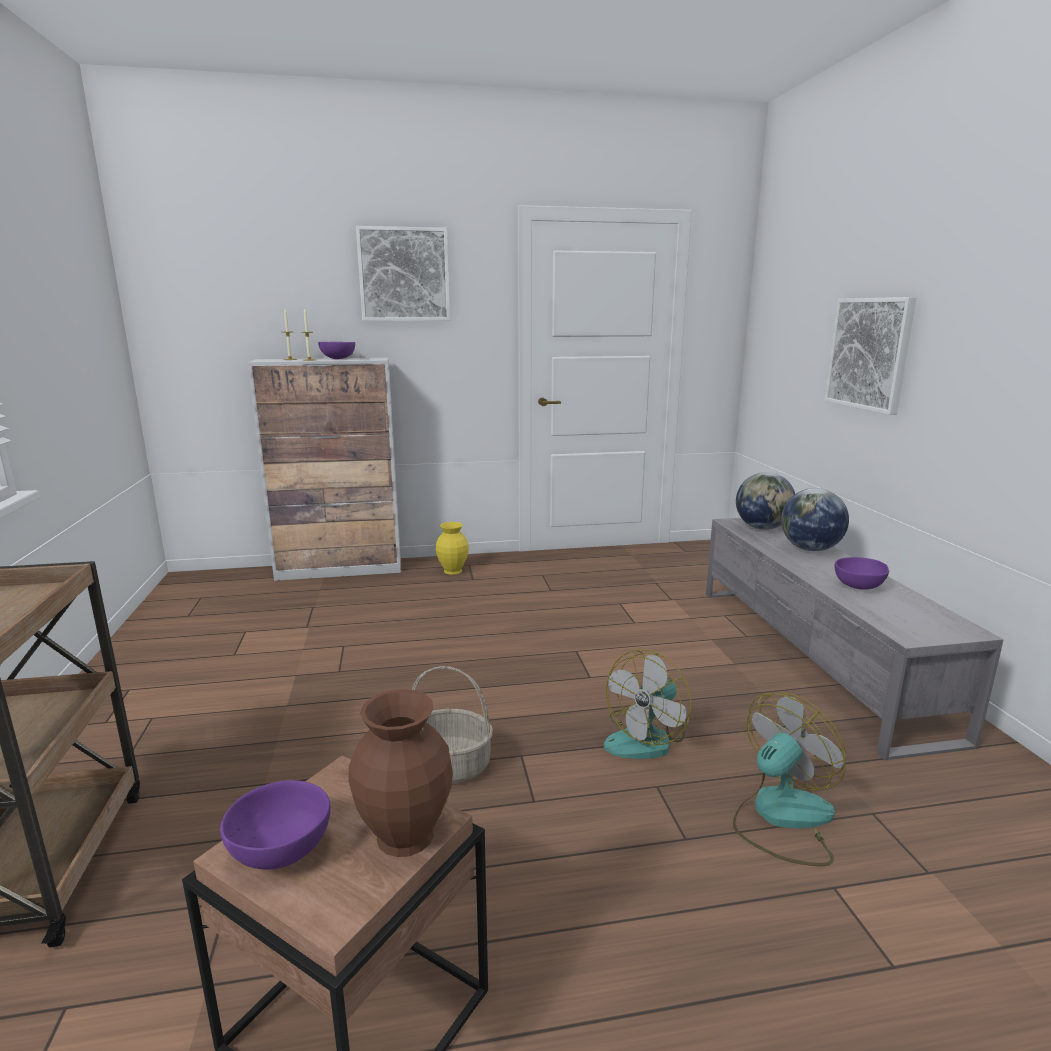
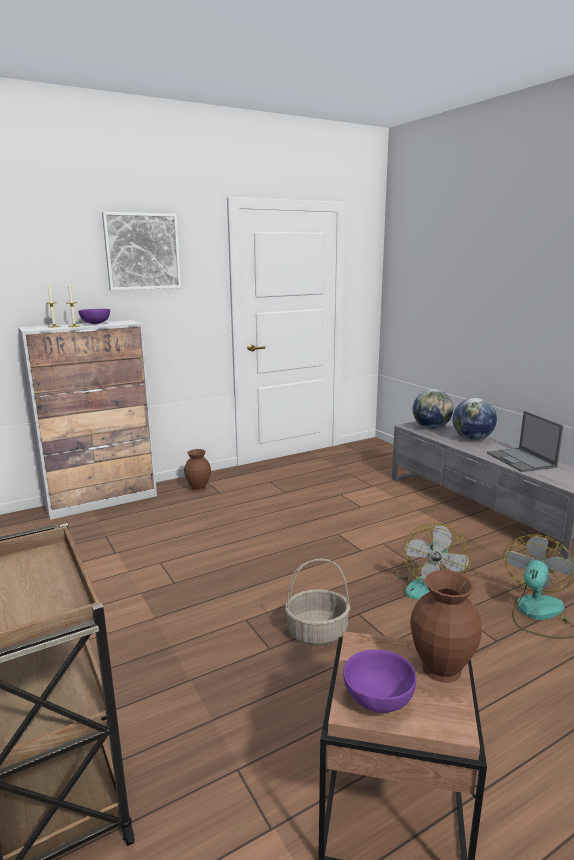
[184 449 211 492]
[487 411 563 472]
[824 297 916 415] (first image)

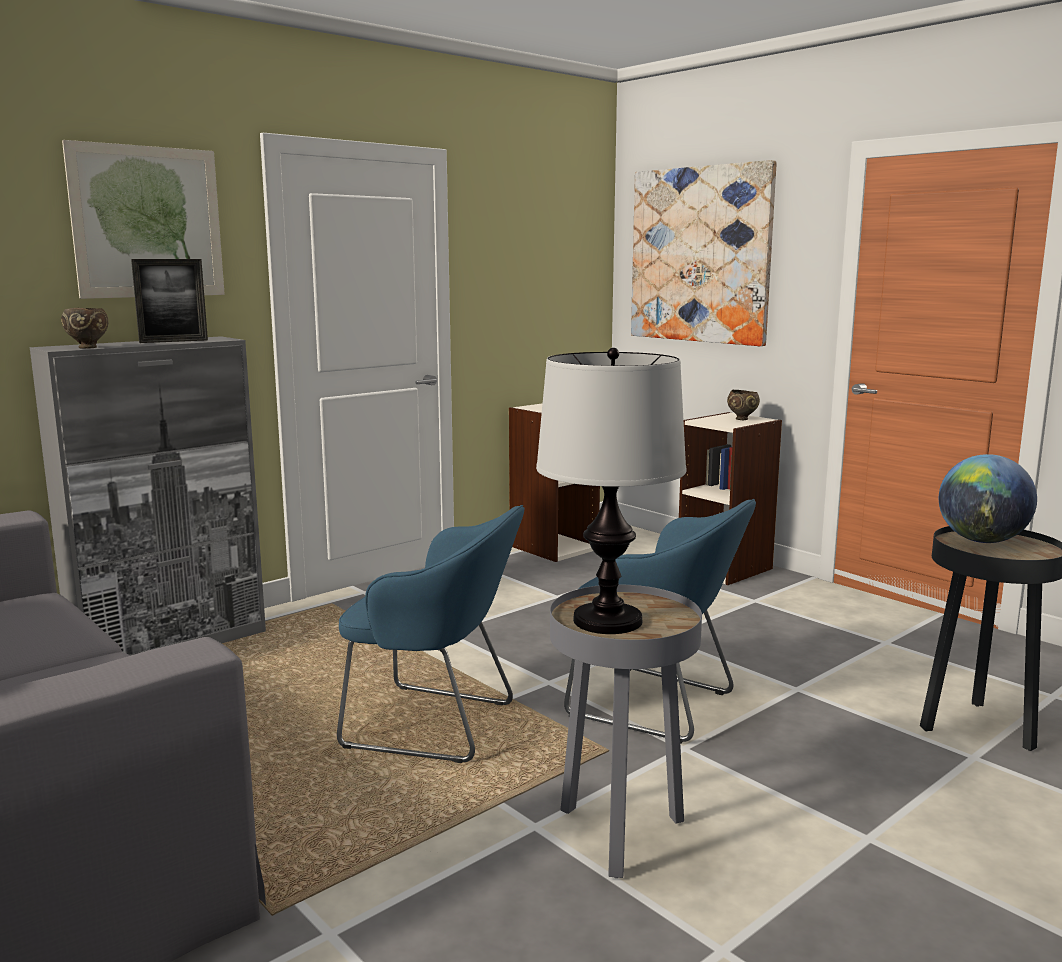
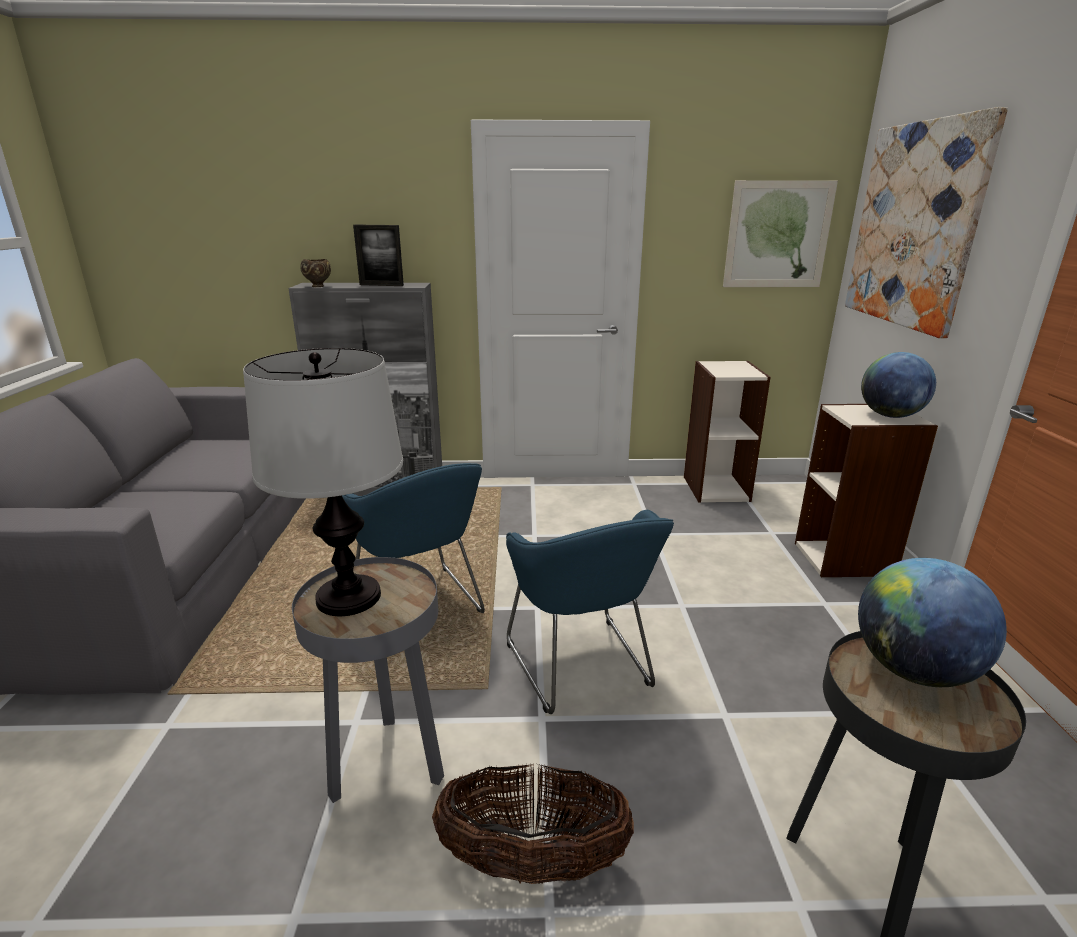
[432 764 634 884]
[723 180 838 287]
[861 352 936 418]

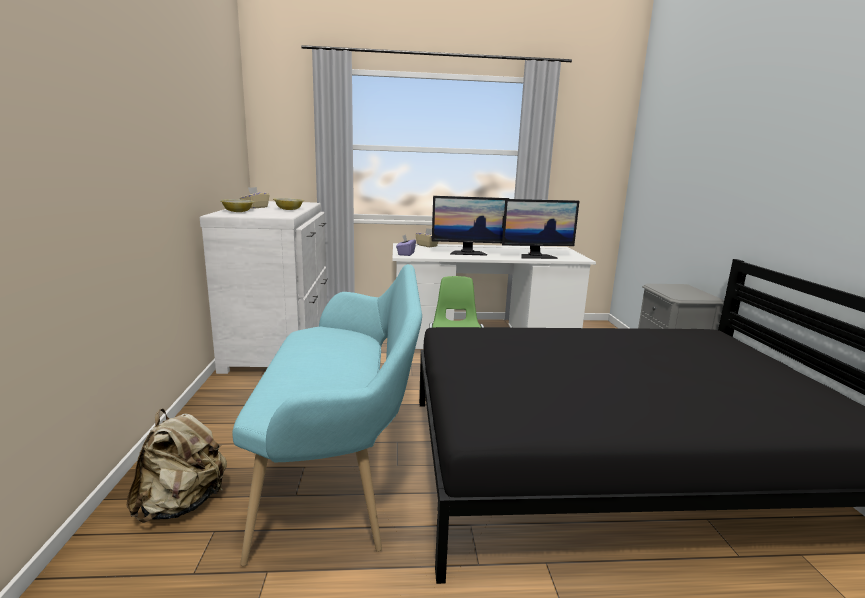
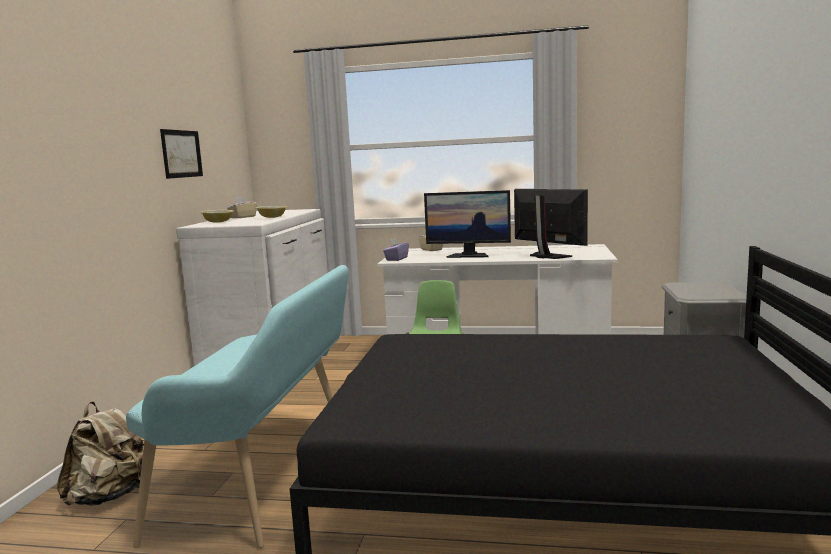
[160 129 203 179]
[514 189 588 259]

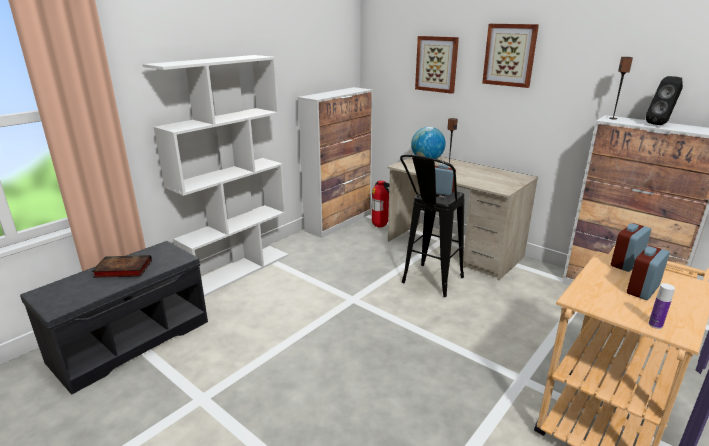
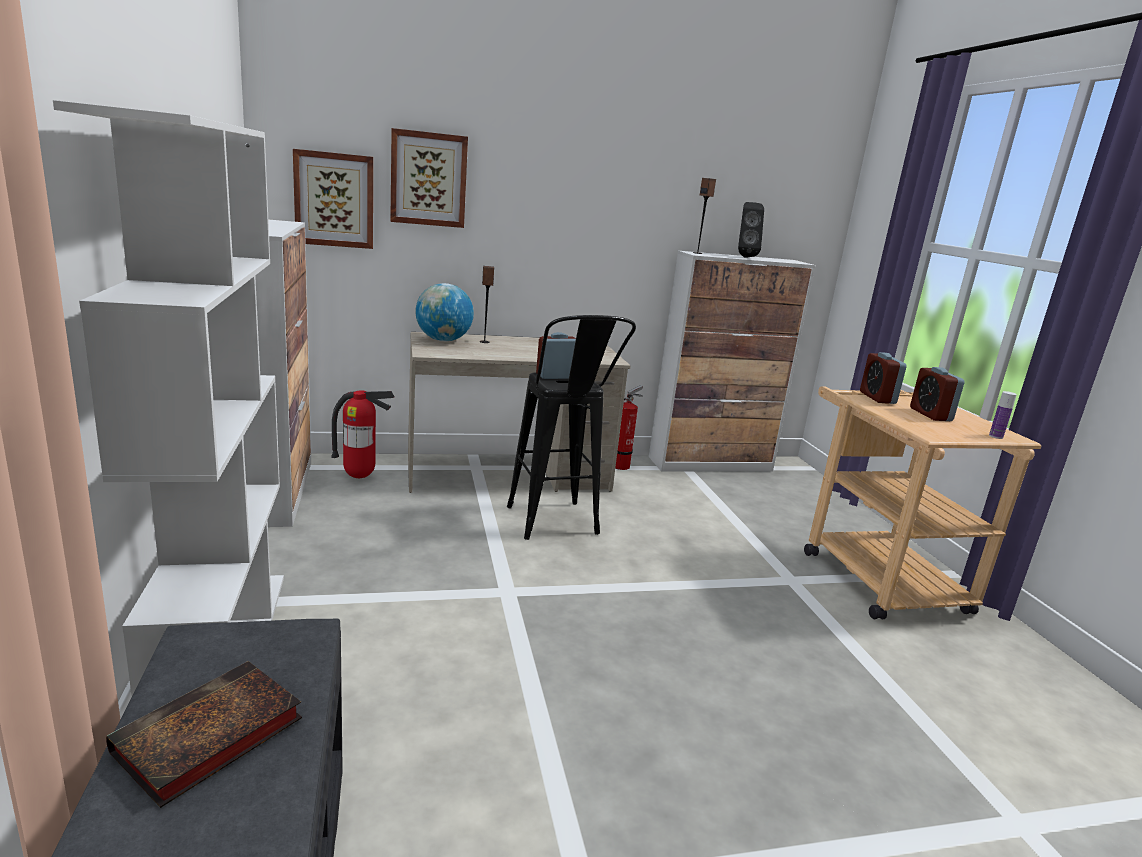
[293 149 373 249]
[615 385 643 470]

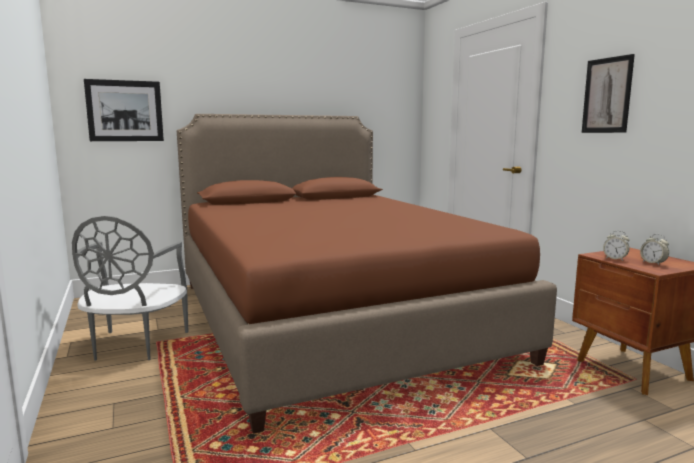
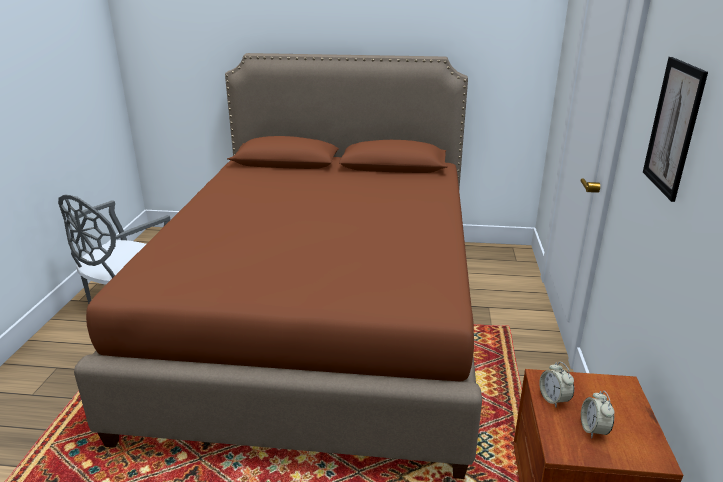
[84 79 164 141] (first image)

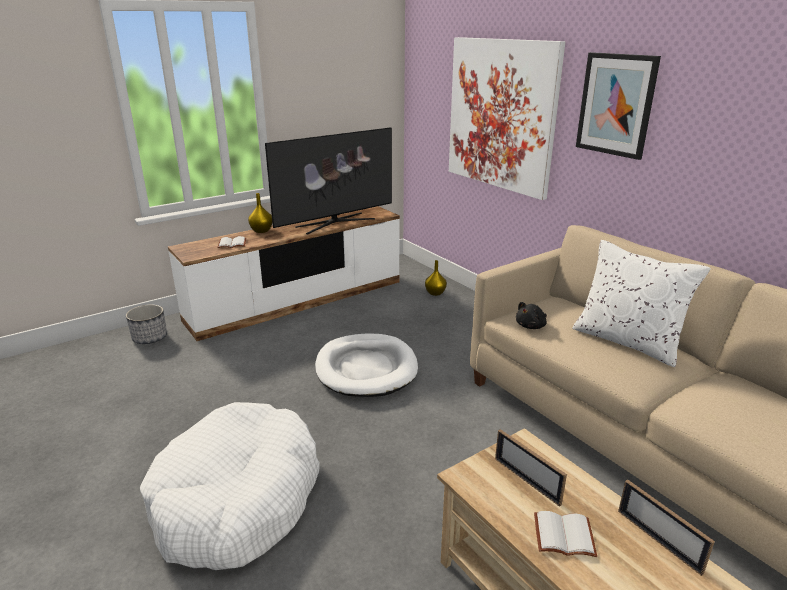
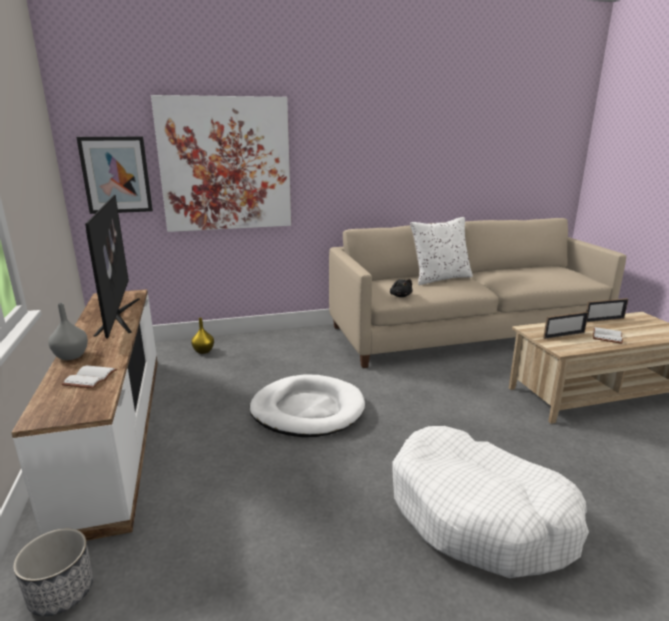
[49 303 88 360]
[76 136 153 214]

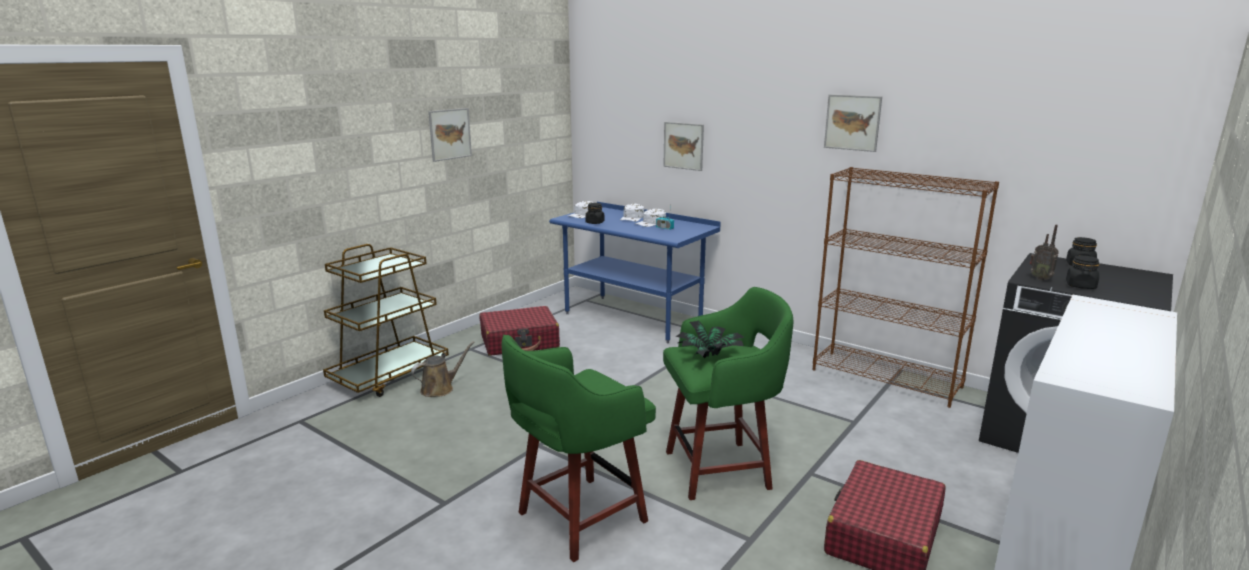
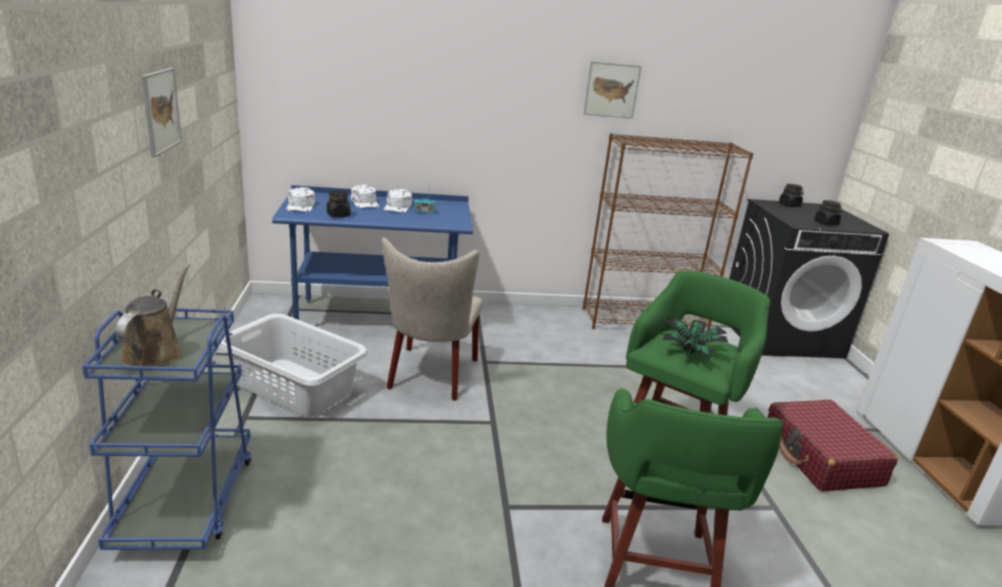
[82 308 252 550]
[116 264 190 367]
[219 314 368 417]
[382 237 483 401]
[663 122 704 171] (first image)
[1030 225 1059 280] (first image)

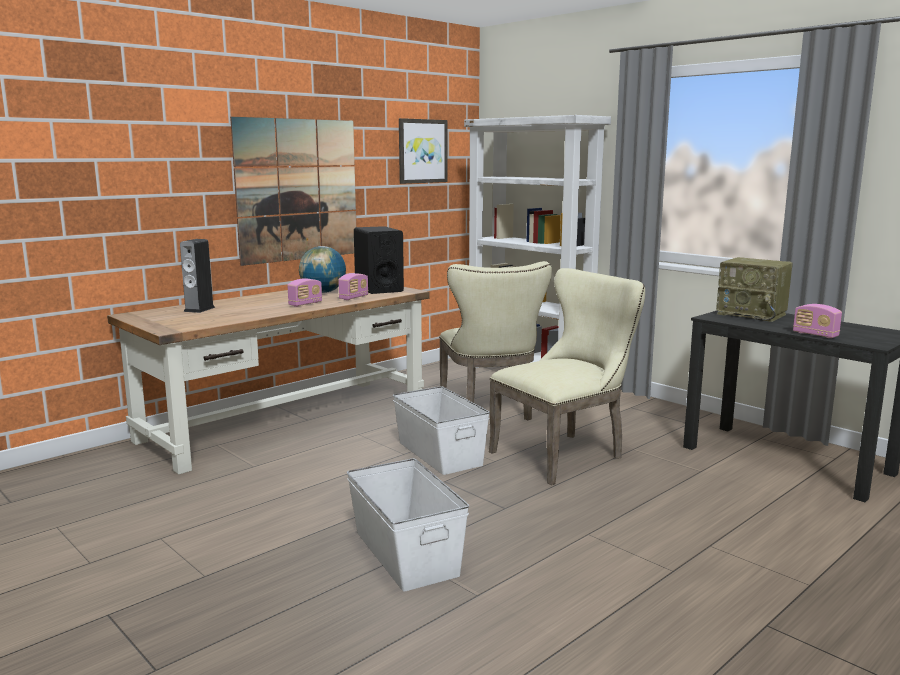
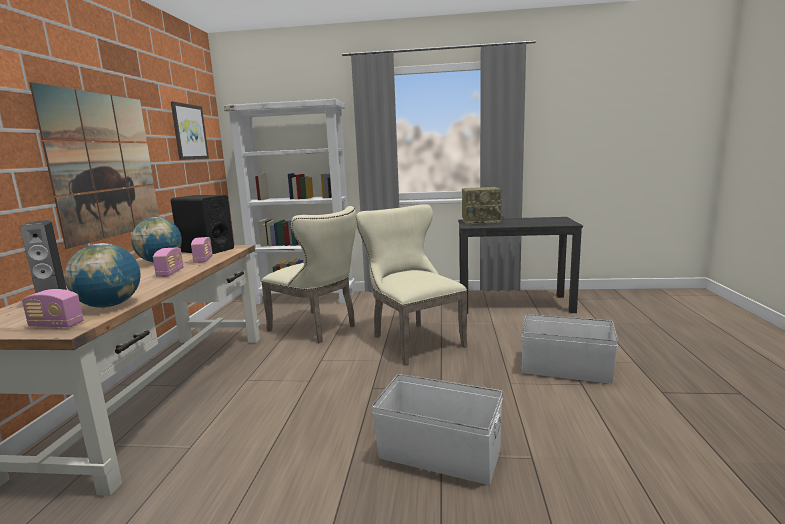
[22 289 83 328]
[64 243 141 308]
[356 204 467 365]
[522 314 618 384]

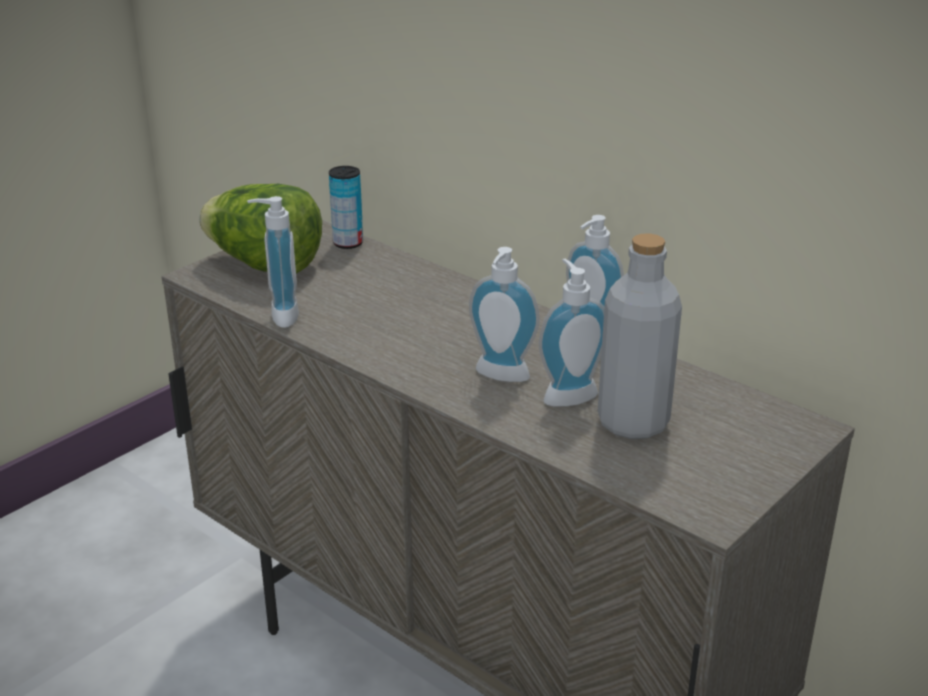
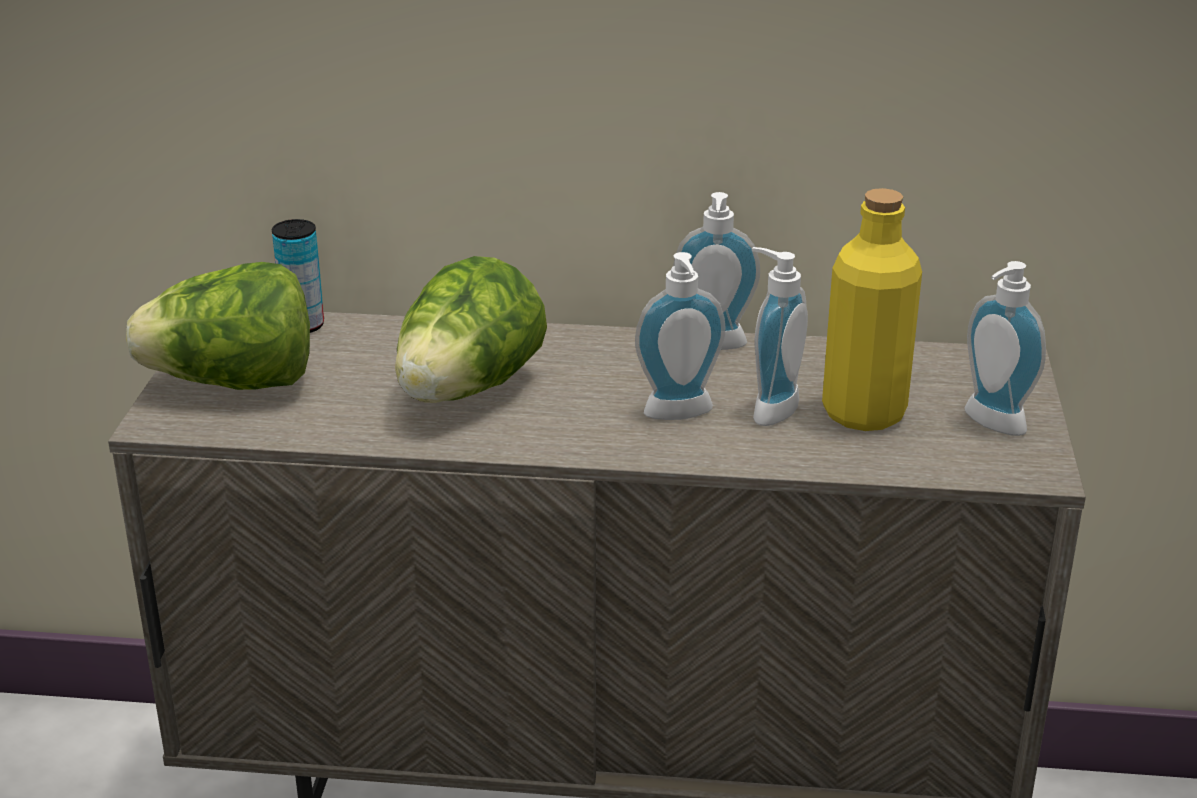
[395 256 547 403]
[822 188 922 431]
[965 261 1046 436]

